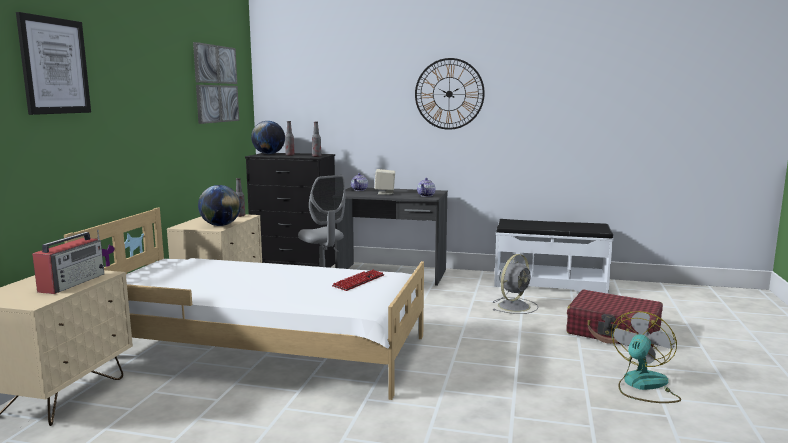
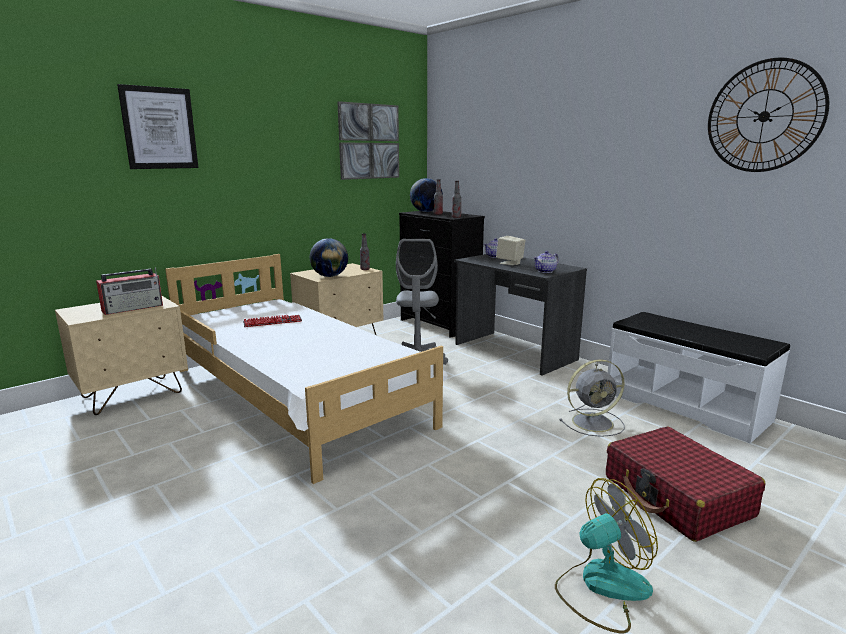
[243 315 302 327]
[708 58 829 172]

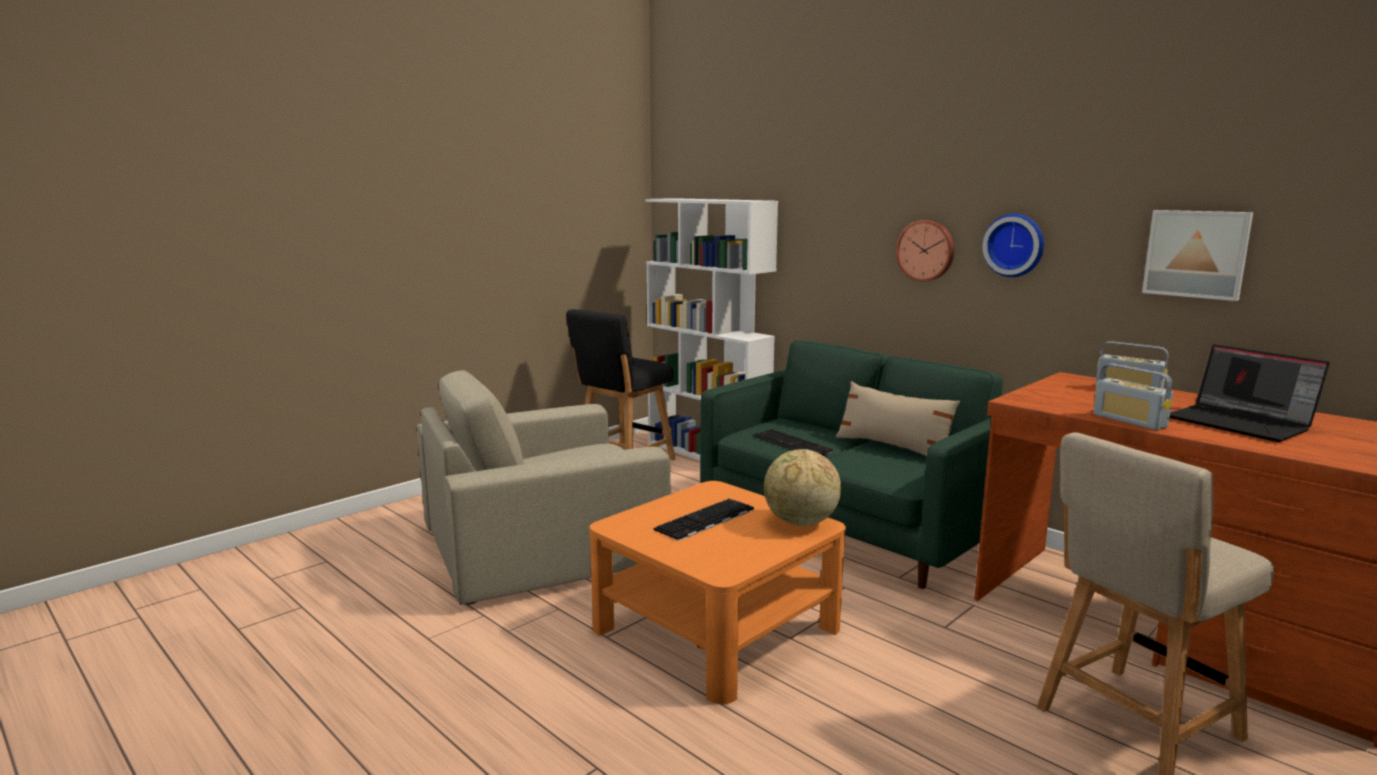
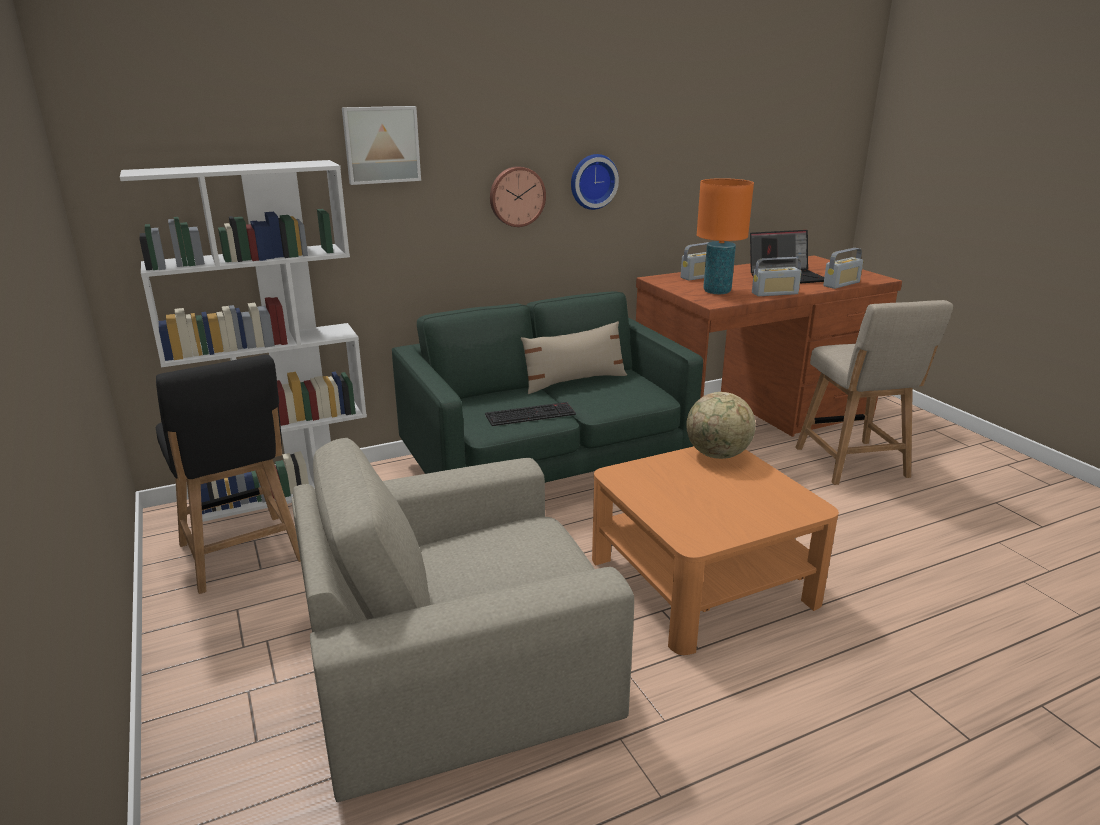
[292 438 634 802]
[342 106 421 185]
[697 178 754 294]
[823 248 863 289]
[653 499 754 541] (first image)

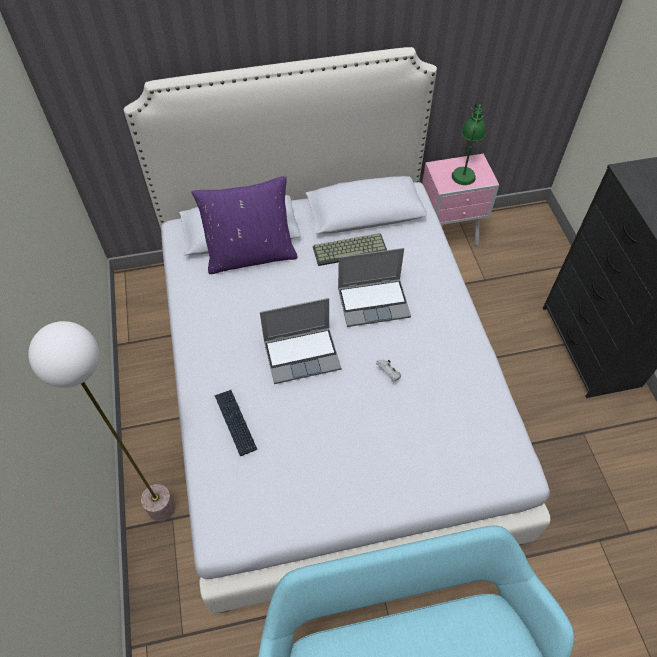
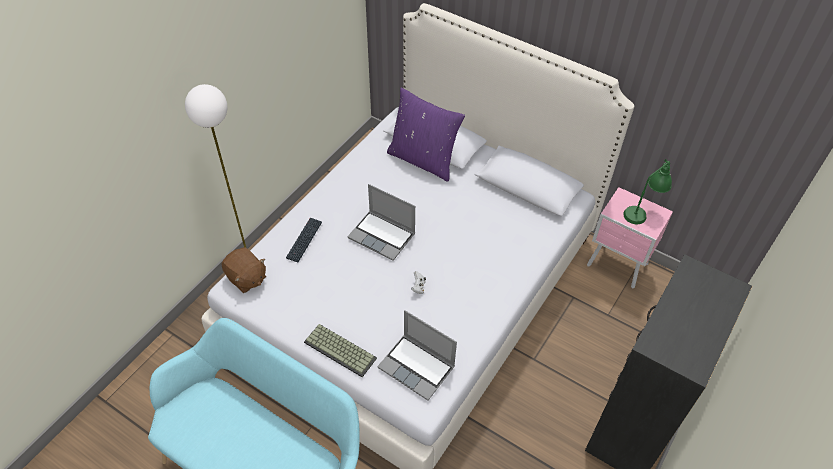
[221 247 266 293]
[304 324 377 377]
[377 310 457 400]

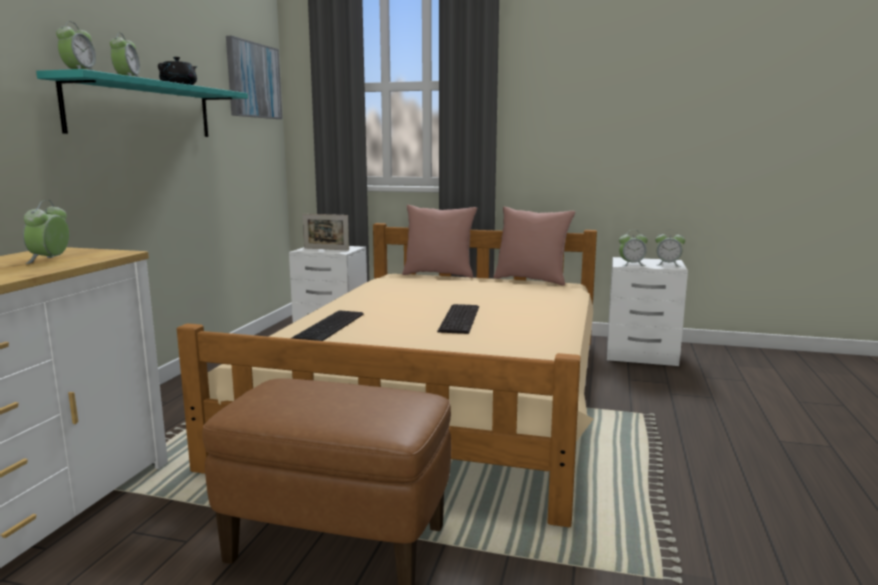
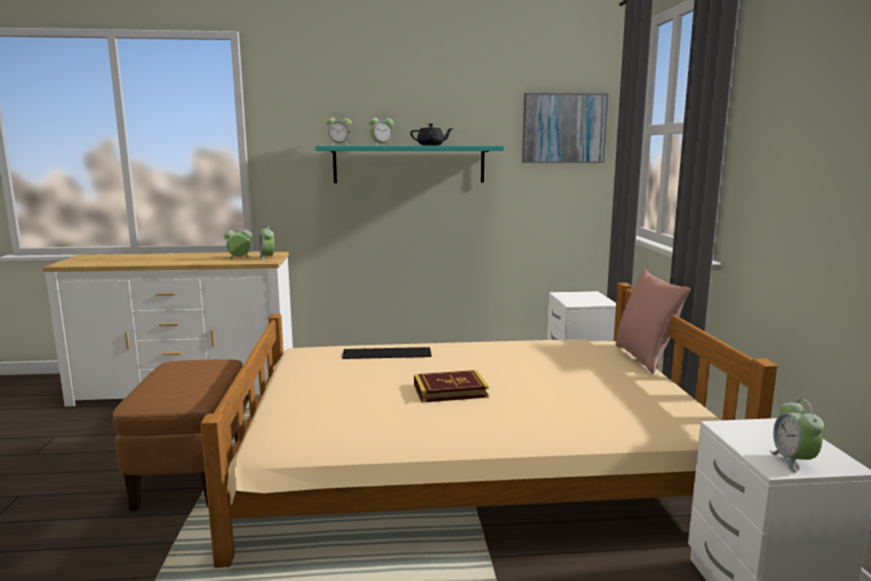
[259 225 274 260]
[414 370 489 403]
[303 214 349 251] (first image)
[493 207 575 286] (first image)

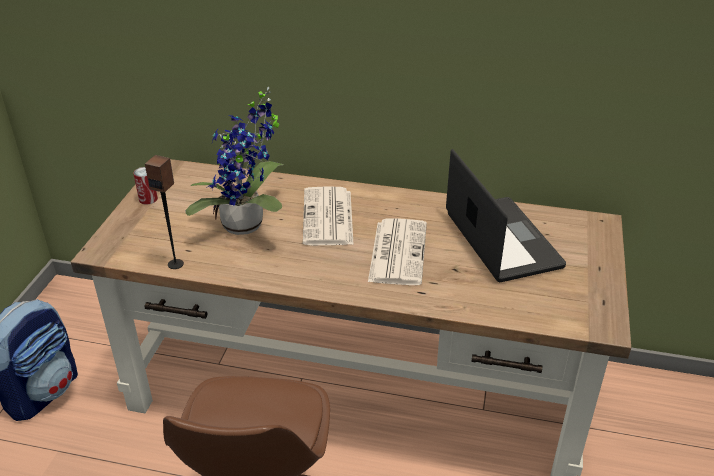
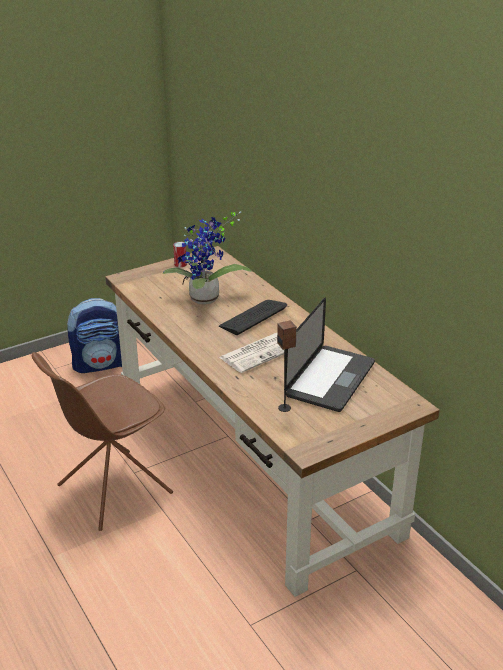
[219 300 287 335]
[277 320 297 412]

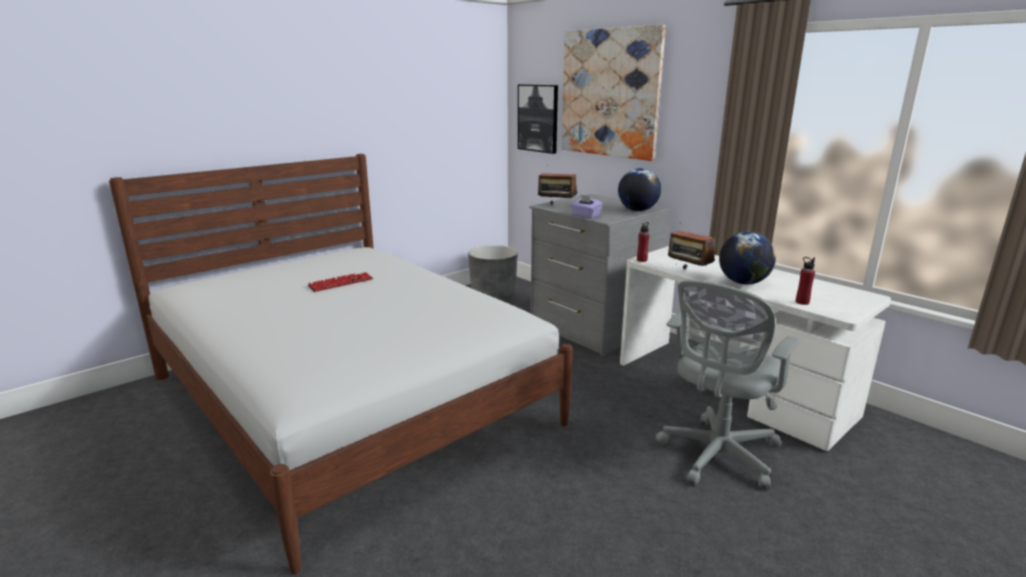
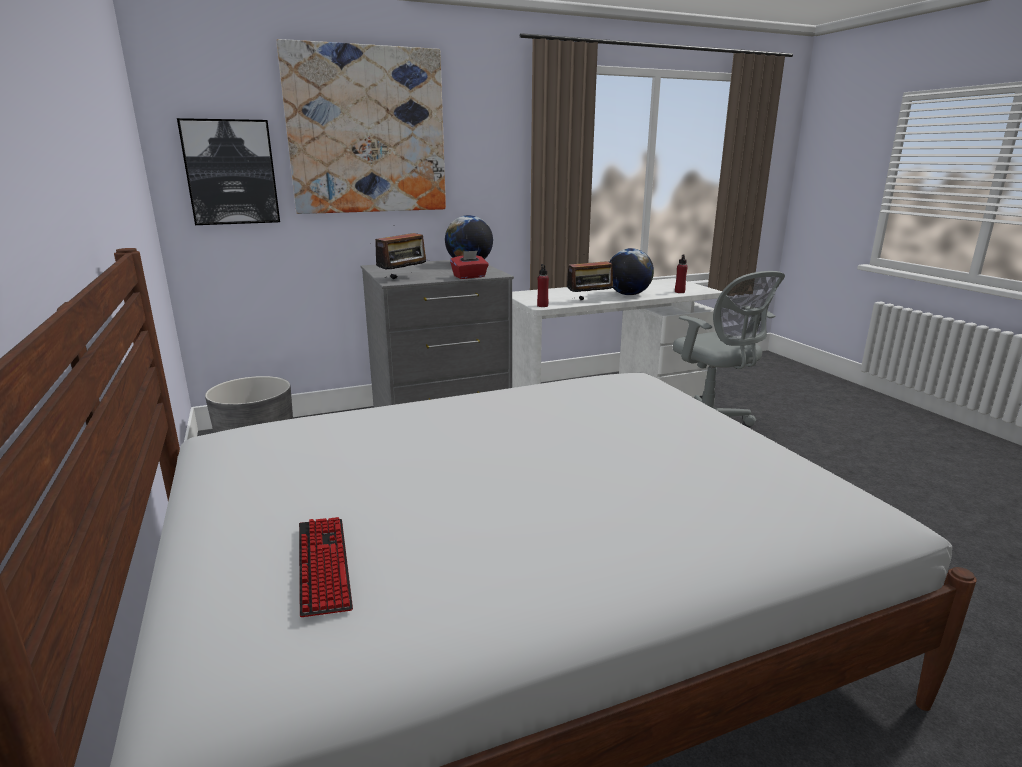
[299 517 353 617]
[450 250 489 279]

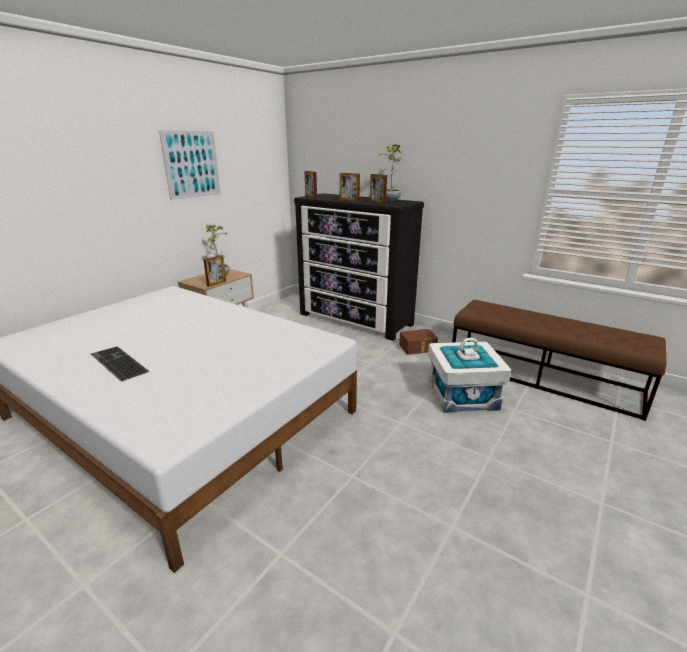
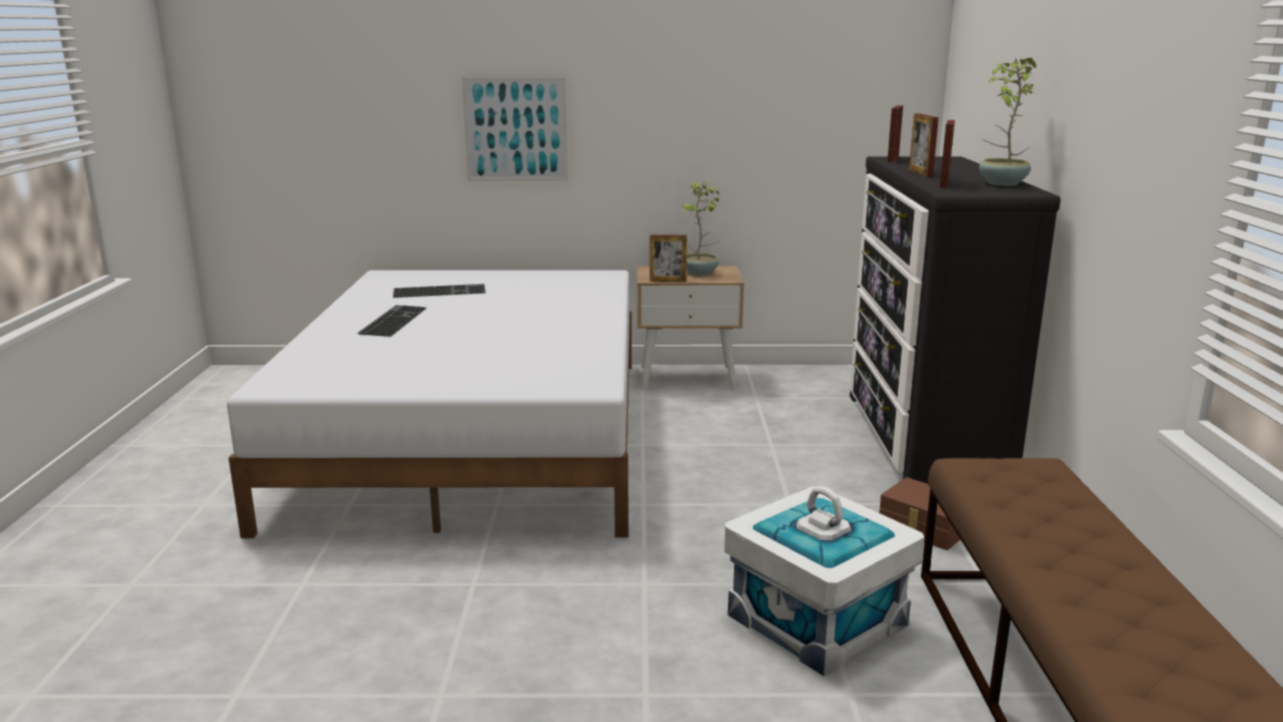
[393 284 486 298]
[462 77 568 181]

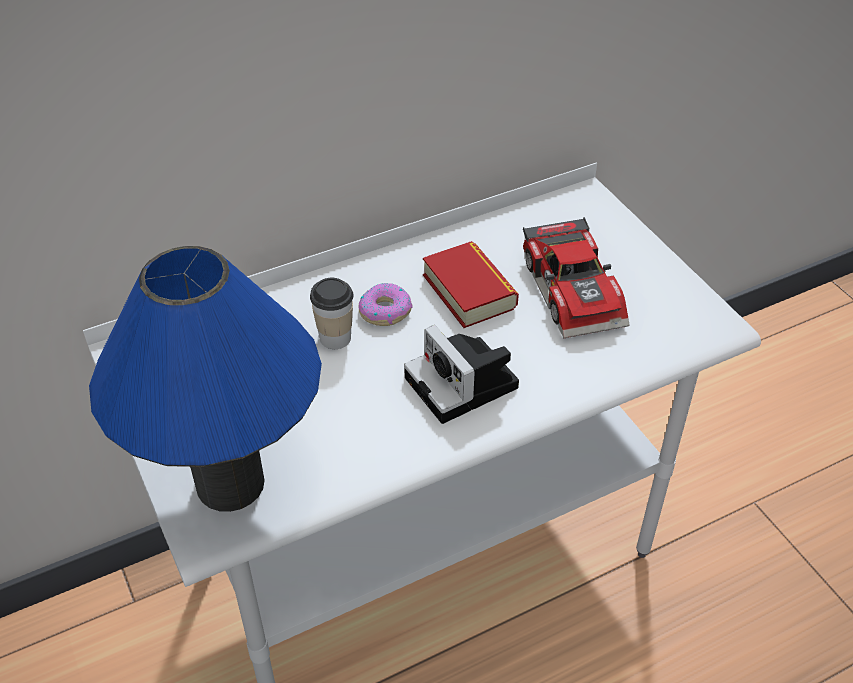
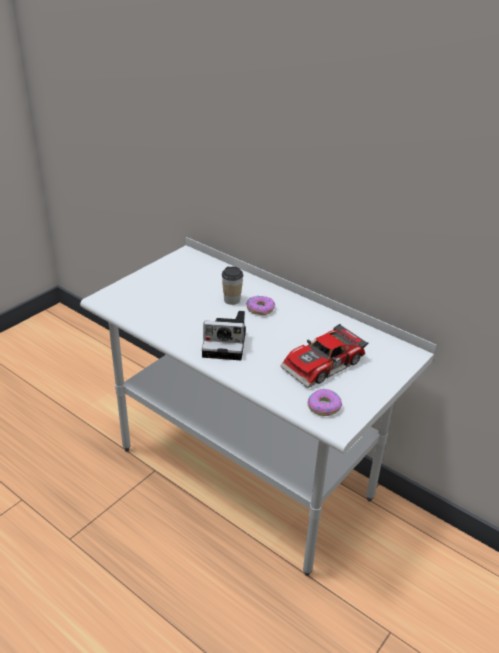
[202 311 246 360]
[308 389 342 416]
[89 246 322 512] (first image)
[423 241 519 328] (first image)

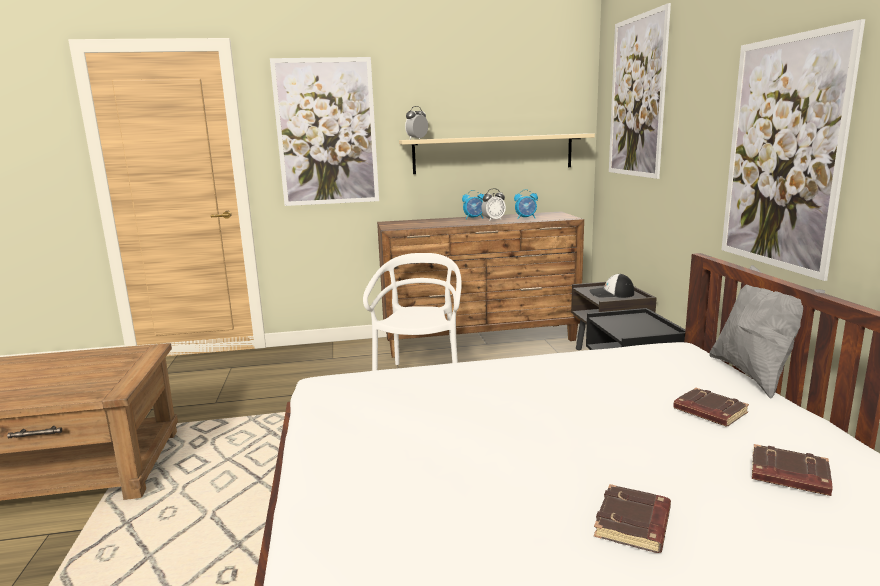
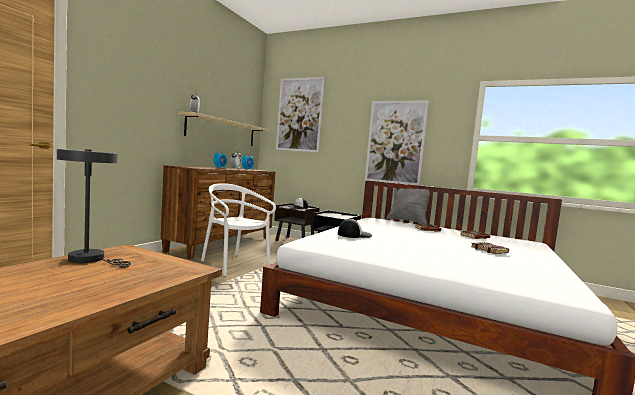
[57 149 131 268]
[338 219 372 238]
[270 57 379 206] (first image)

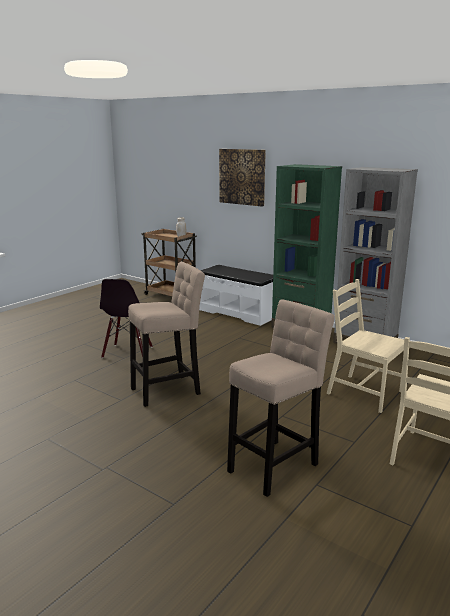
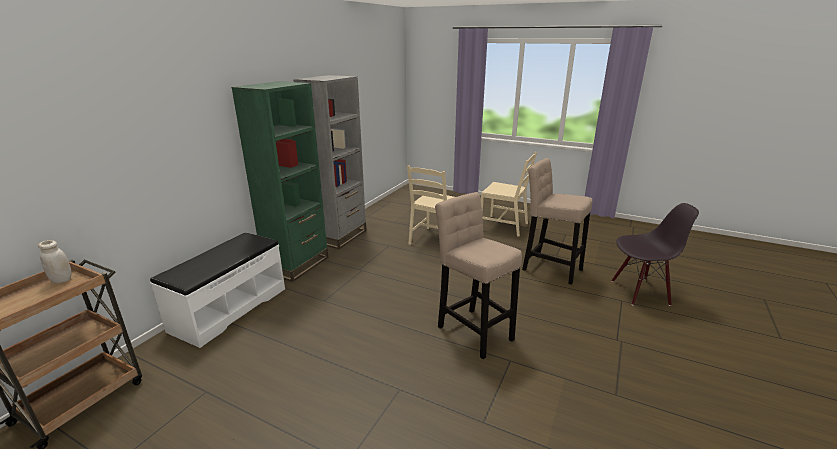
[611 203 699 306]
[219 149 266 207] (first image)

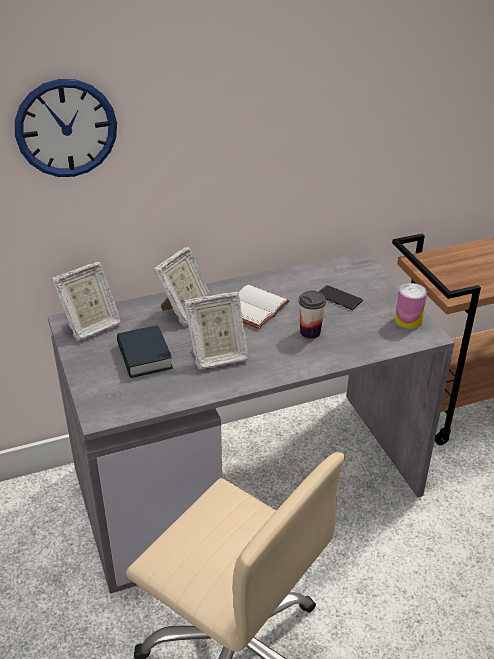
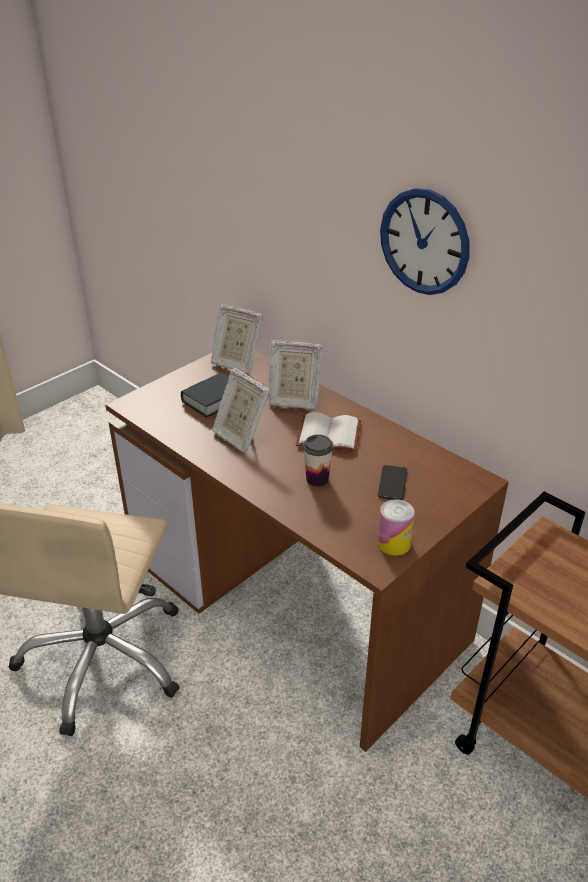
[105 351 509 752]
[380 188 469 295]

